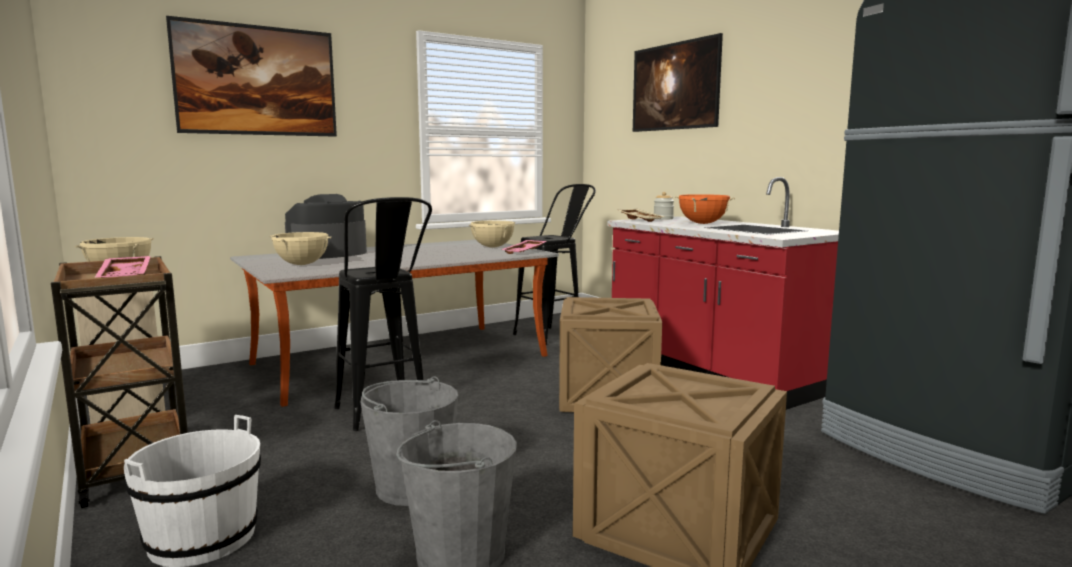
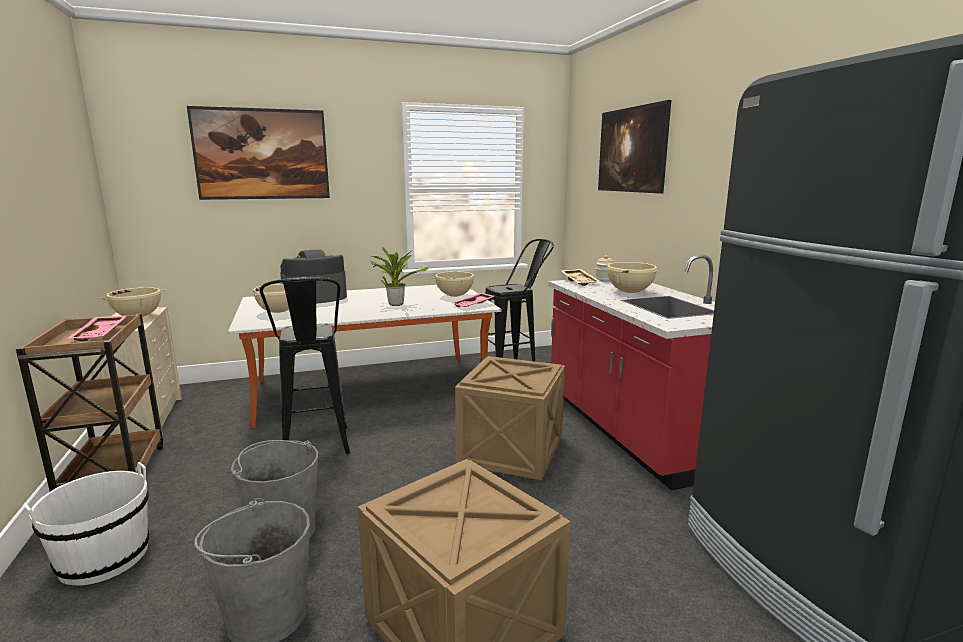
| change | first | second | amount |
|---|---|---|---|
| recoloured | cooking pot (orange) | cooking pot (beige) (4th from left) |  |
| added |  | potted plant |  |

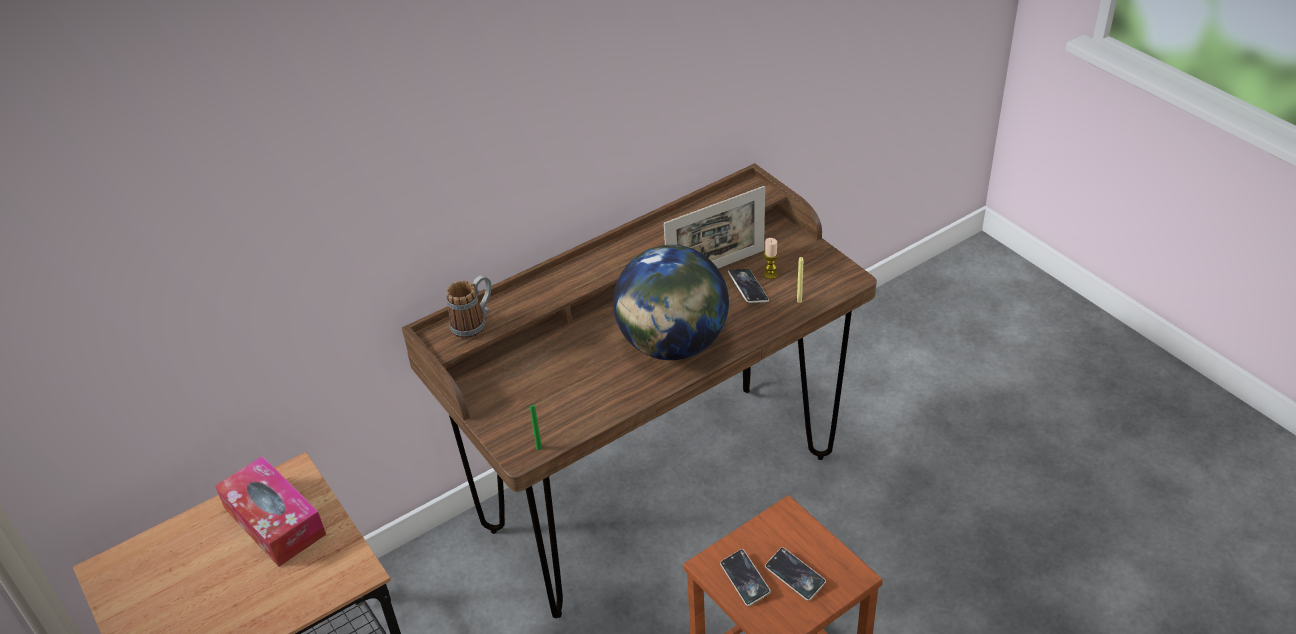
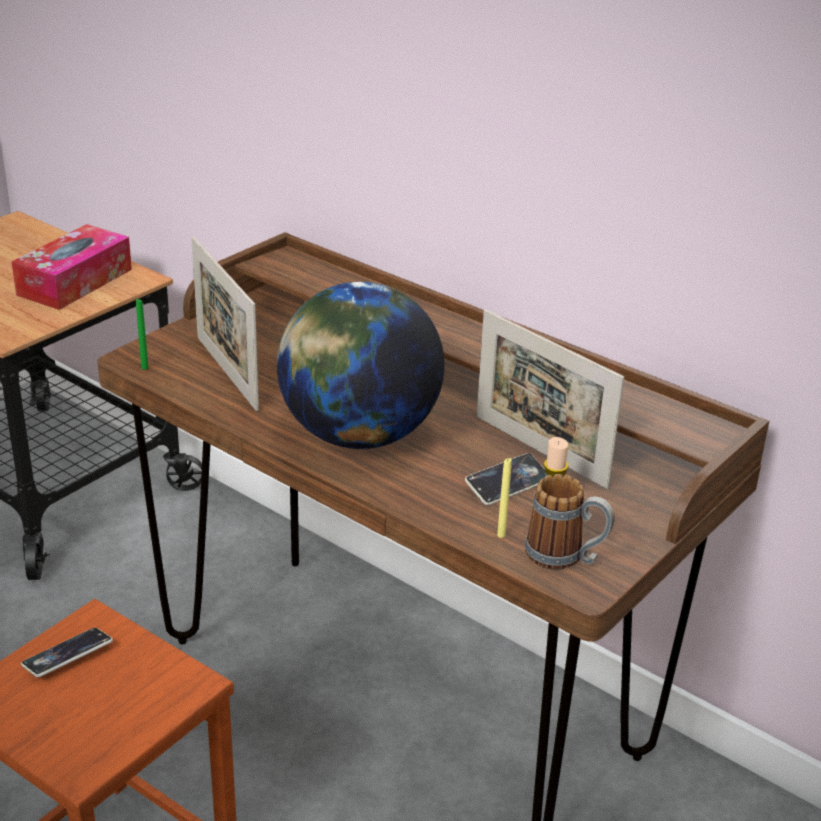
| change | first | second | amount |
|---|---|---|---|
| moved | mug |  |  |
| removed | phone (3rd from left) |  |  |
| added |  | picture frame (1st from left) |  |

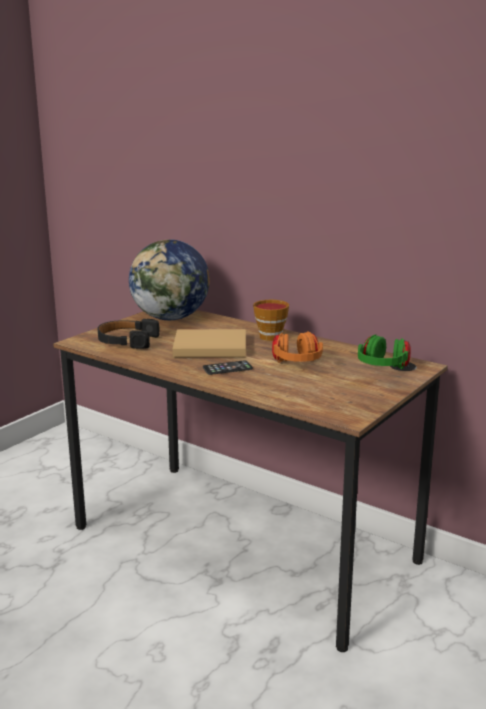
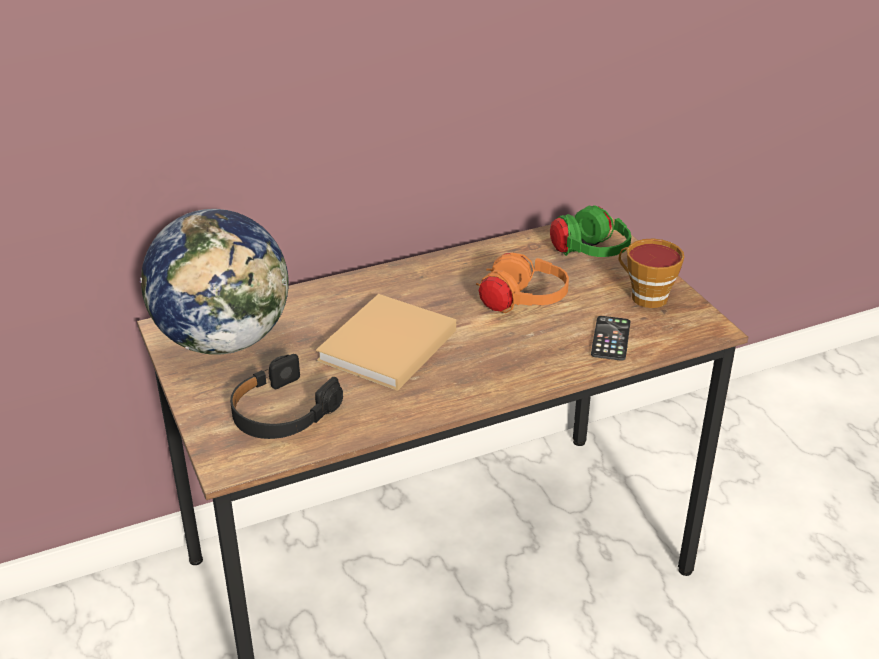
| change | first | second | amount |
|---|---|---|---|
| moved | cup |  |  |
| moved | phone |  |  |

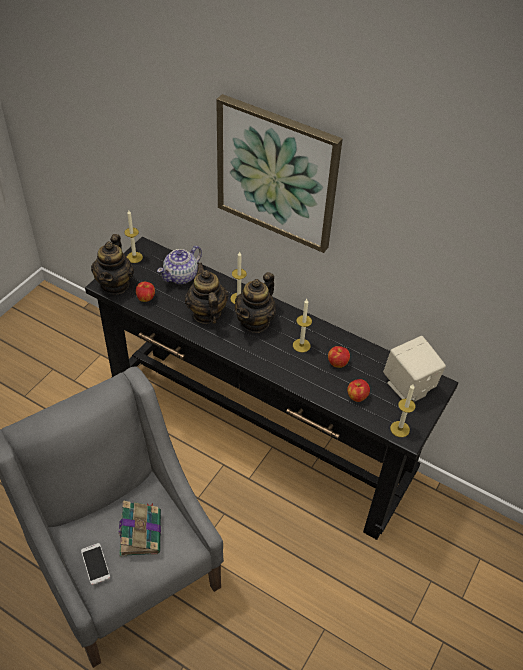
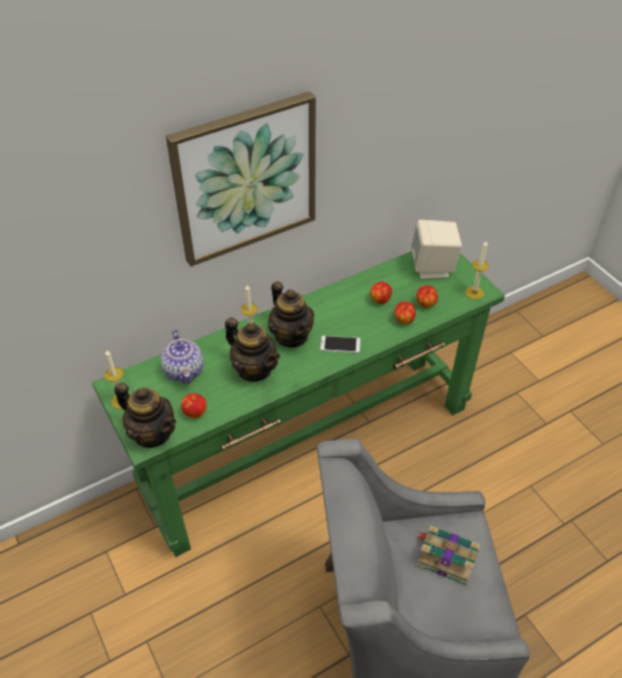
| change | first | second | amount |
|---|---|---|---|
| recoloured | console table (black) | console table (green) |  |
| turned | teapot (3rd from left) |  | 150 degrees counterclockwise |
| removed | candle (3rd from left) |  |  |
| moved | phone |  |  |
| added |  | apple (3rd from left) |  |

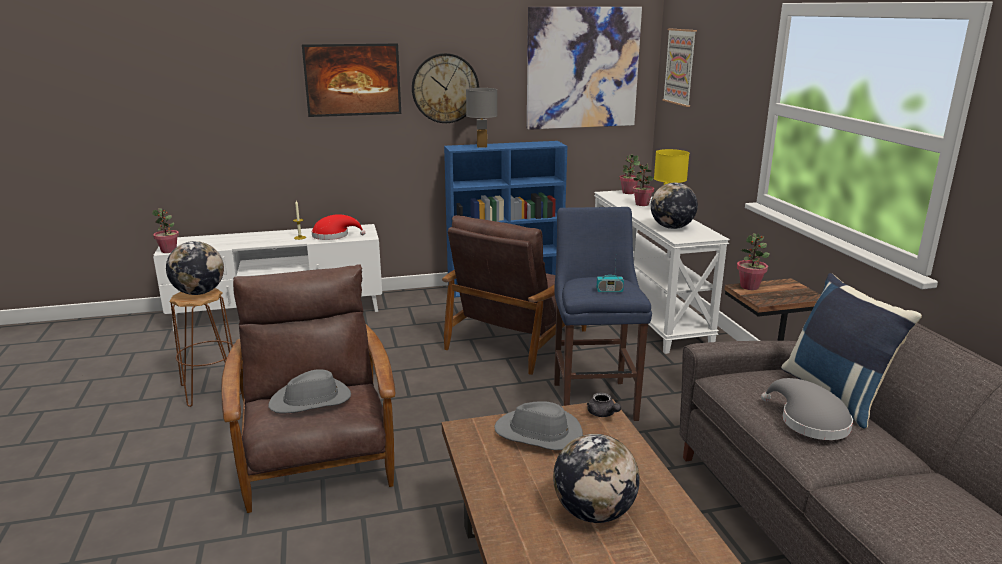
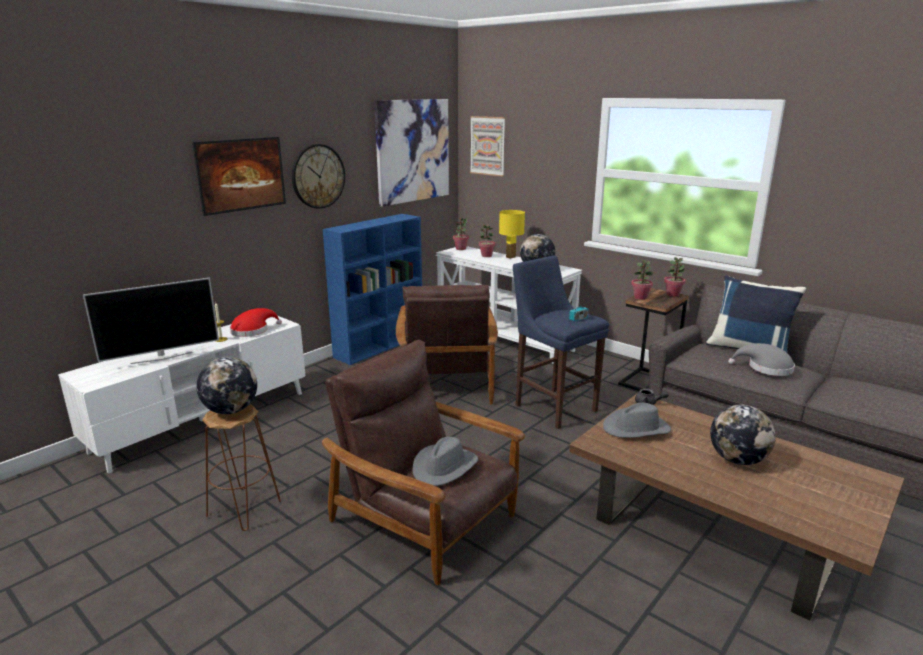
| change | first | second | amount |
|---|---|---|---|
| removed | table lamp (grey) |  |  |
| moved | potted plant (1st from left in the first image) | potted plant (4th from left) |  |
| added |  | television |  |

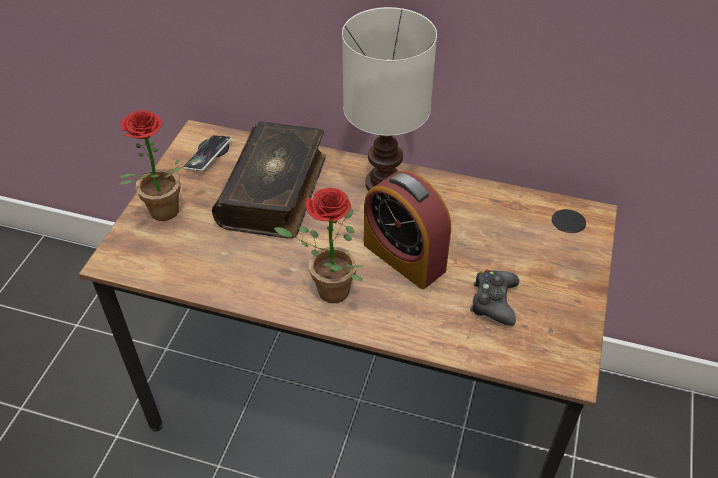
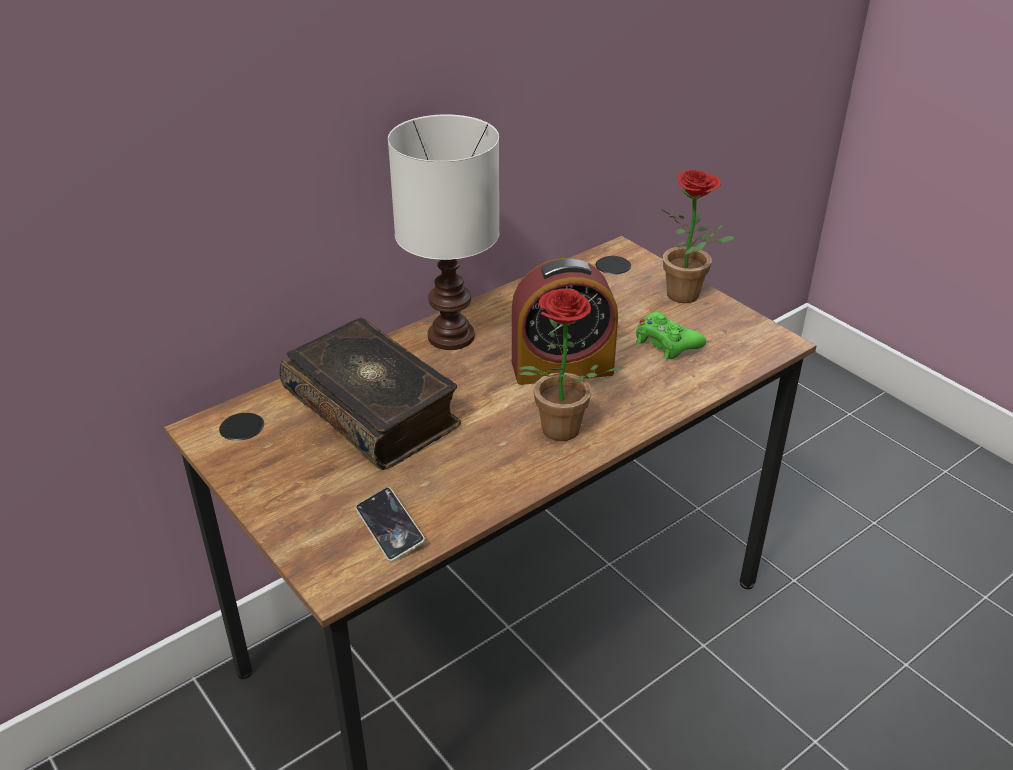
| change | first | second | amount |
|---|---|---|---|
| moved | potted plant (1st from left in the first image) | potted plant (2nd from left) |  |
| moved | phone |  |  |
| recoloured | game controller (black) | game controller (green) |  |

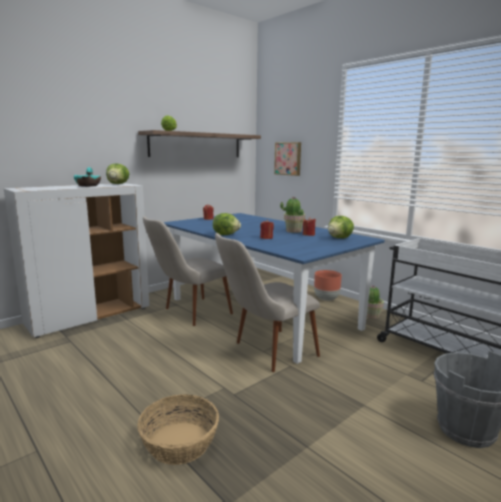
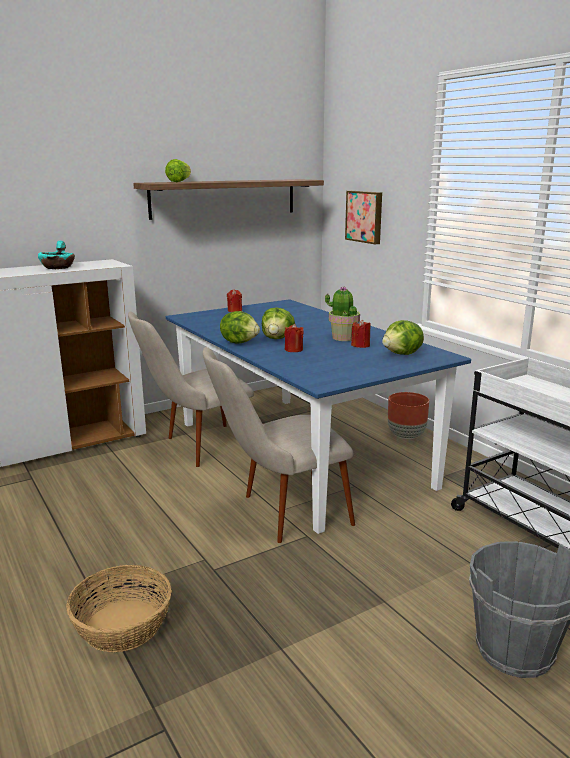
| change | first | second | amount |
|---|---|---|---|
| moved | lettuce (1st from left in the first image) | lettuce (3rd from left) |  |
| removed | potted plant (2nd from left) |  |  |

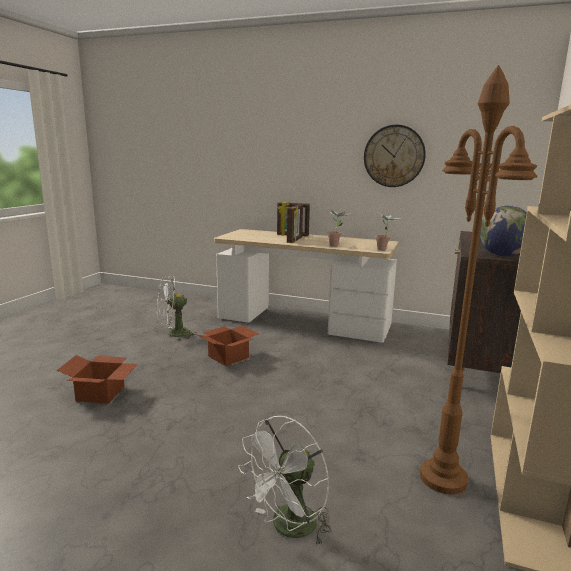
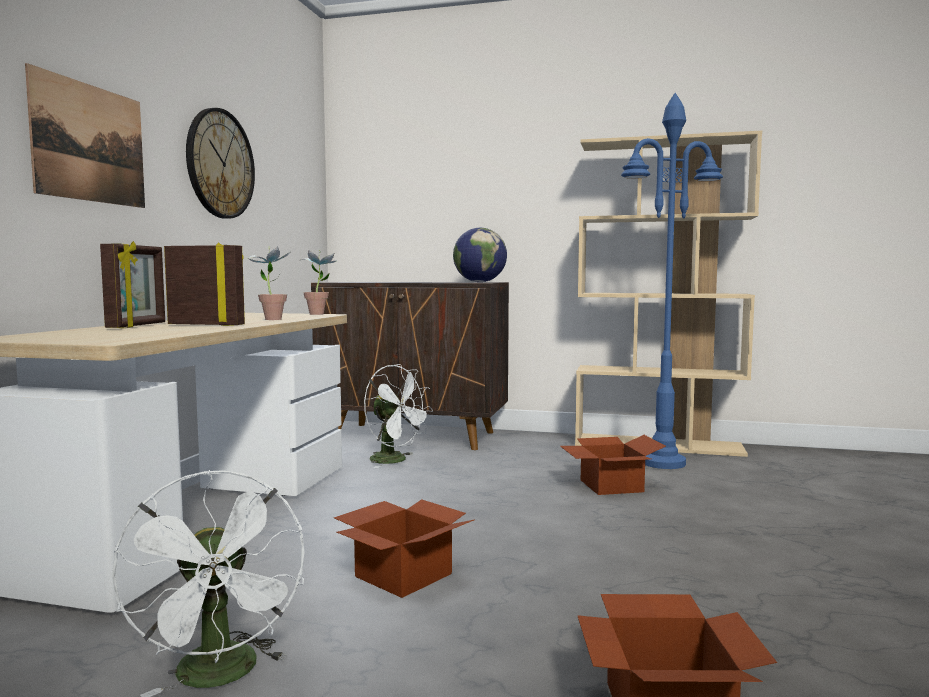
| change | first | second | amount |
|---|---|---|---|
| recoloured | floor lamp (brown) | floor lamp (blue) |  |
| moved | fan (white) (2nd from left) |  |  |
| added |  | picture |  |
| added |  | cardboard box (2nd from left) |  |

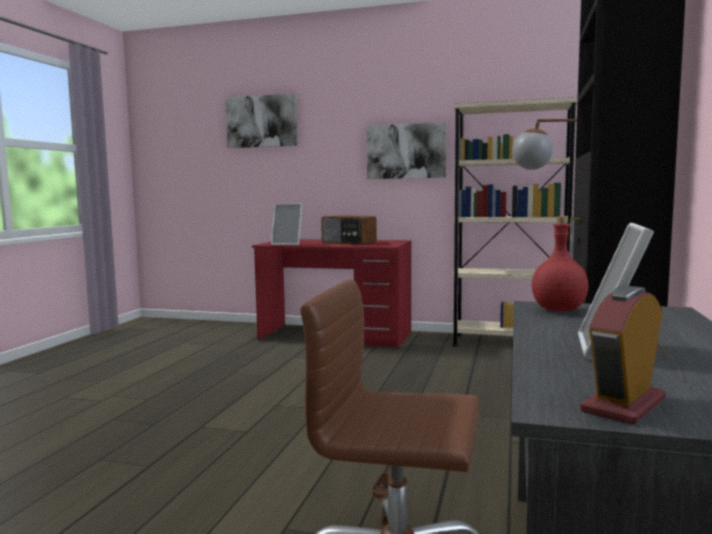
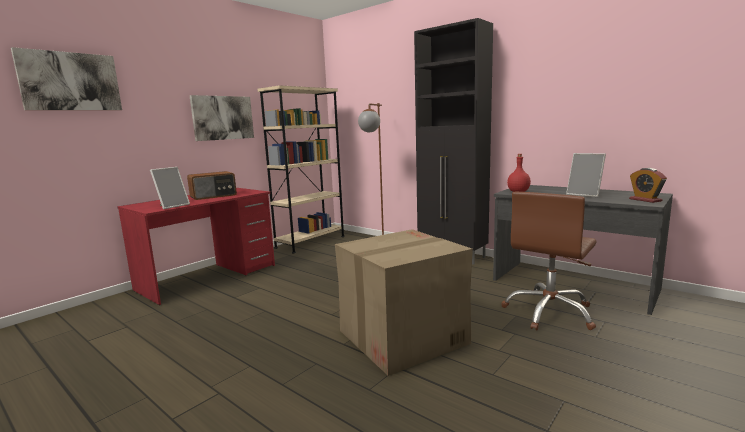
| change | first | second | amount |
|---|---|---|---|
| added |  | cardboard box |  |

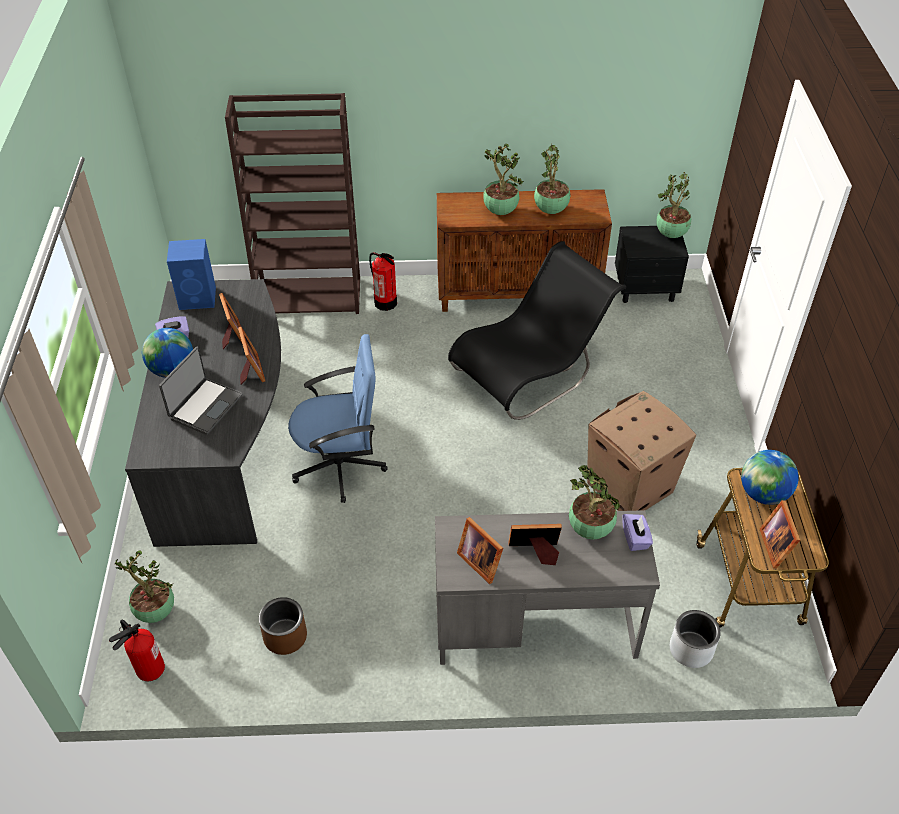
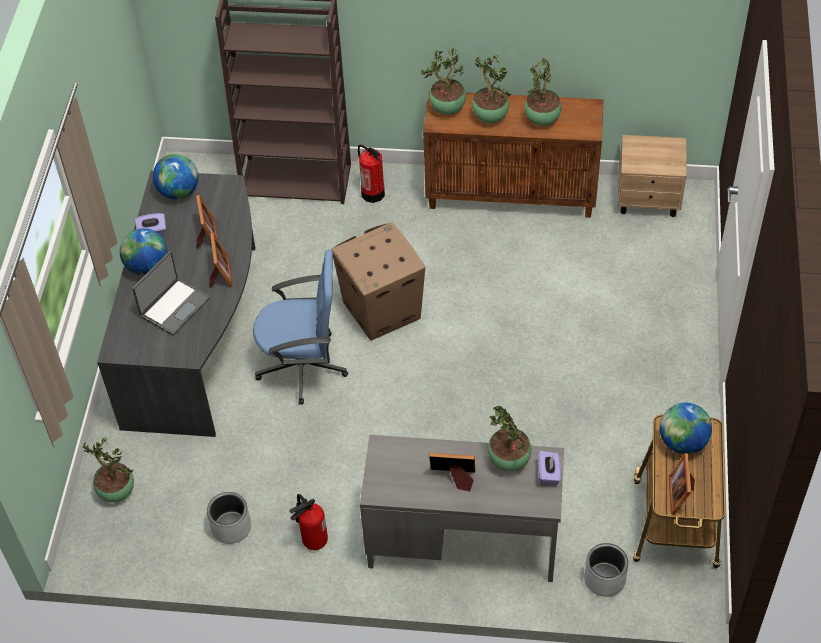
| change | first | second | amount |
|---|---|---|---|
| moved | potted plant (5th from left in the first image) | potted plant (2nd from left) |  |
| recoloured | nightstand (black) | nightstand (beige) |  |
| replaced | speaker (blue) | globe (2nd from left) |  |
| removed | chair (black) |  |  |
| moved | cardboard box |  |  |
| removed | picture frame (3rd from left) |  |  |
| recoloured | planter (brown) | planter (grey) (1st from left) |  |
| moved | fire extinguisher (1st from left) |  |  |

